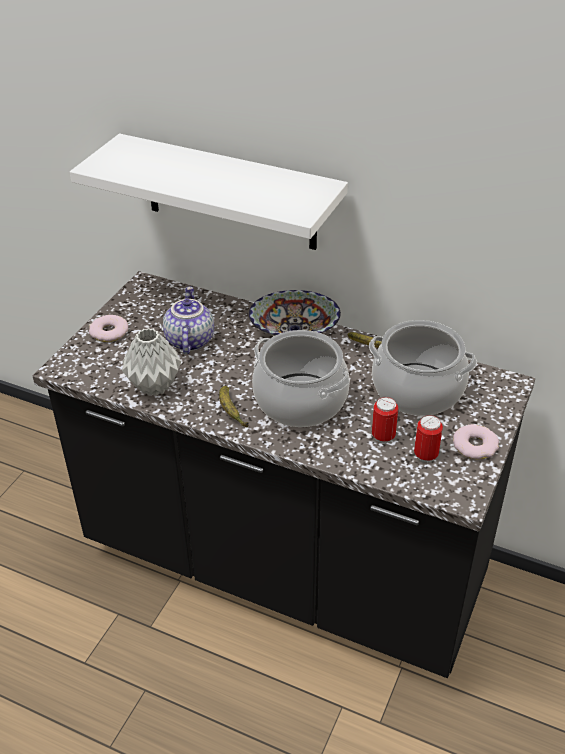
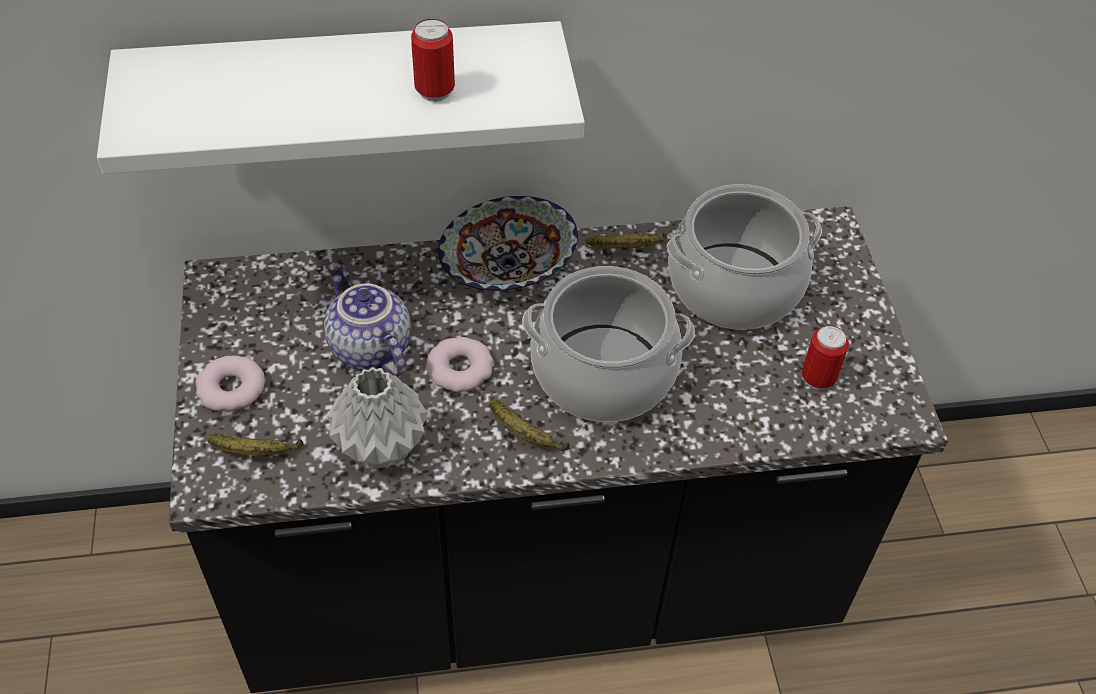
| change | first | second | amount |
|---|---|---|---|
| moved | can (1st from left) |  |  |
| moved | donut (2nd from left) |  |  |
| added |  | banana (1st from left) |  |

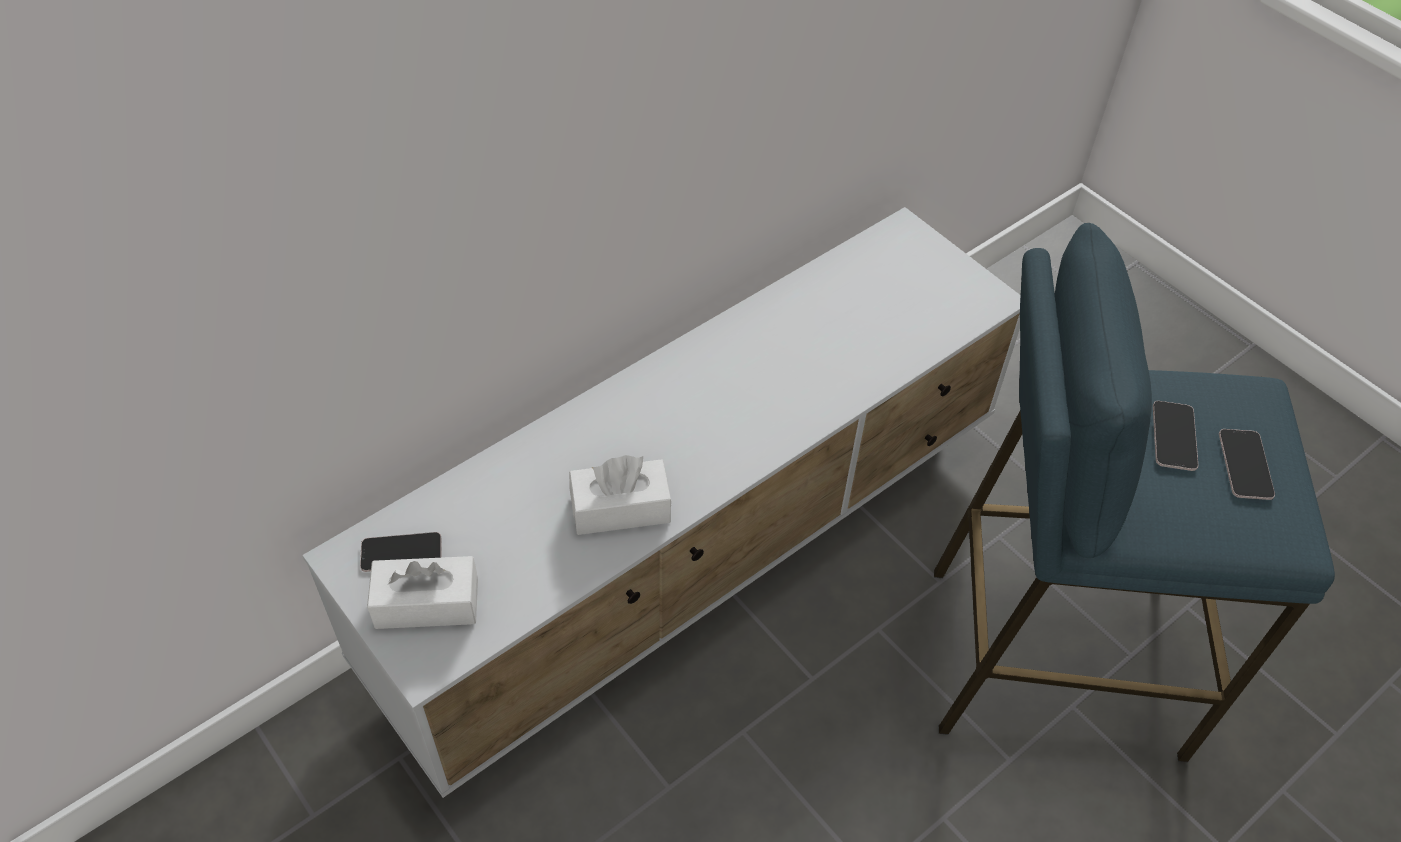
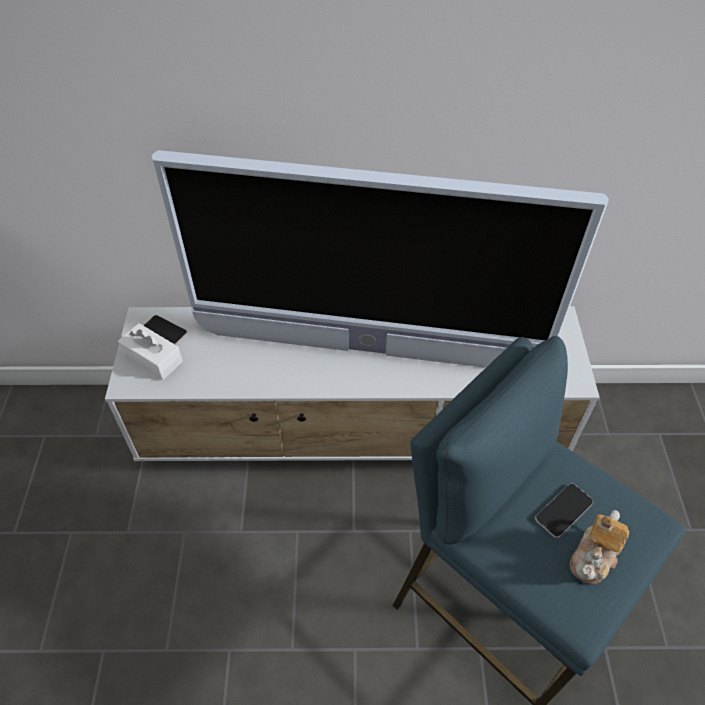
| change | first | second | amount |
|---|---|---|---|
| replaced | phone (3rd from left) | teapot |  |
| removed | tissue box (white) (2nd from left) |  |  |
| added |  | television |  |

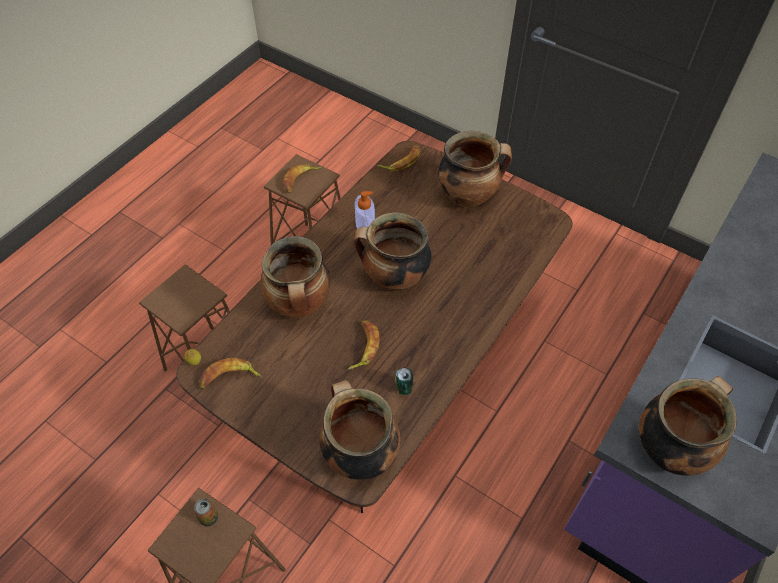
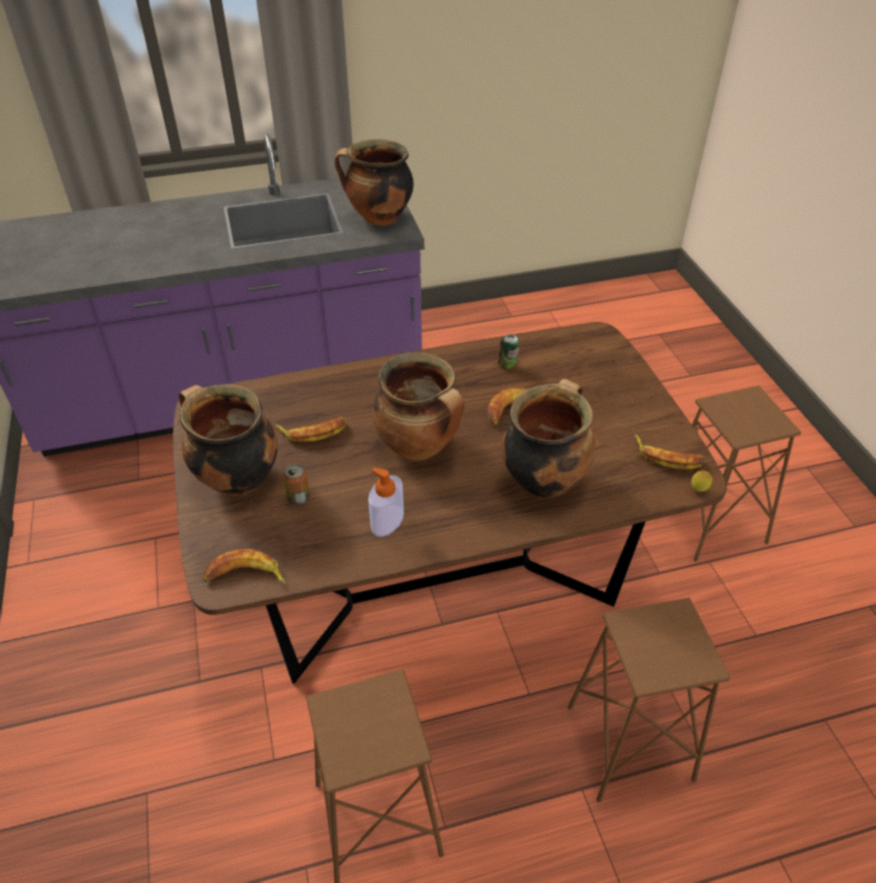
| change | first | second | amount |
|---|---|---|---|
| moved | banana (2nd from left) |  |  |
| removed | cooking pot (2nd from left) |  |  |
| moved | can (1st from left) |  |  |

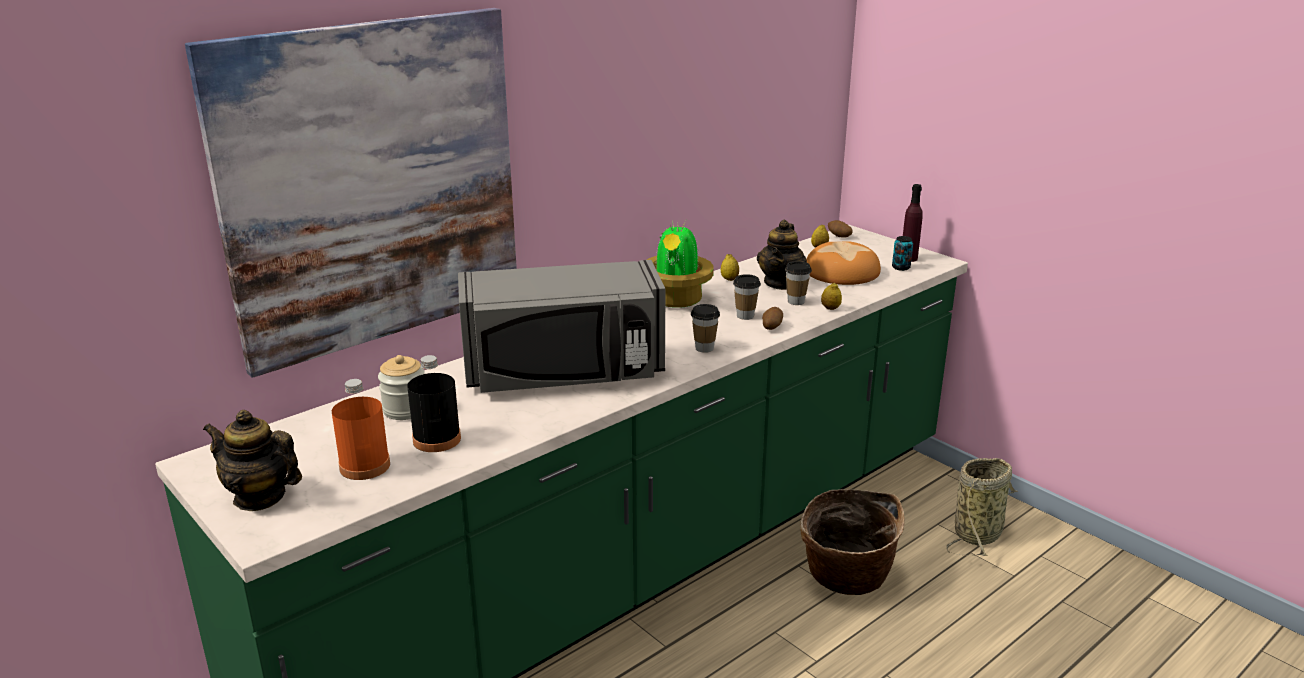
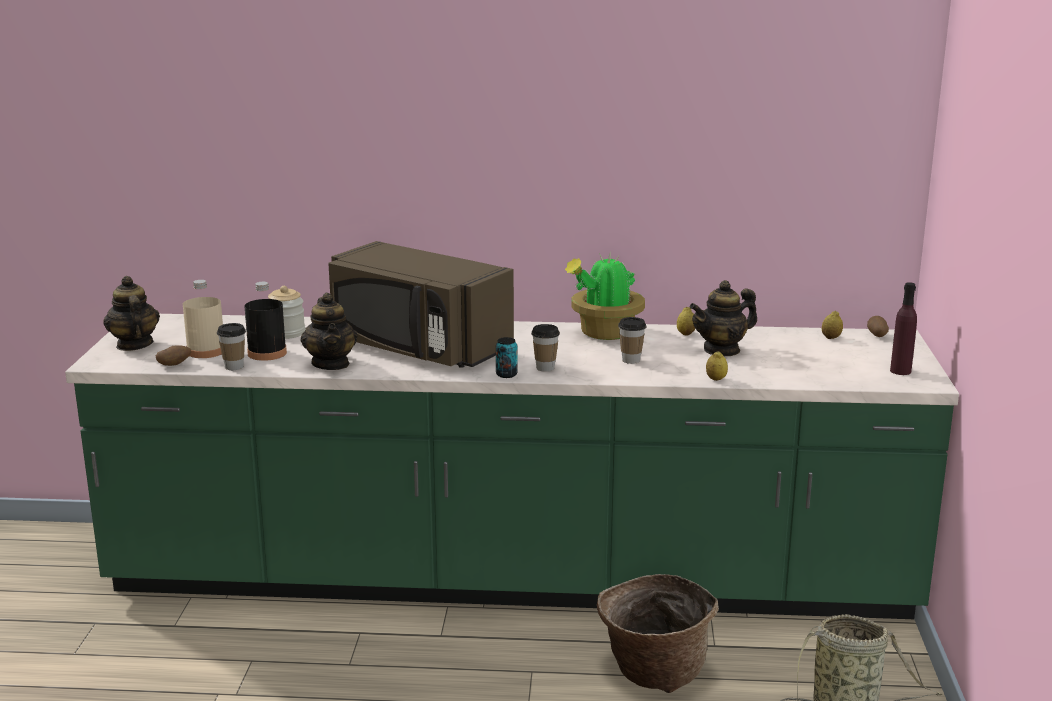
| change | first | second | amount |
|---|---|---|---|
| removed | picture |  |  |
| moved | can |  |  |
| removed | bread |  |  |
| recoloured | microwave (grey) | microwave (brown) |  |
| moved | cup (3rd from left in the first image) | cup (1st from left) |  |
| moved | potato (1st from left) |  |  |
| recoloured | bottle (orange) | bottle (beige) |  |
| added |  | teapot (2nd from left) |  |

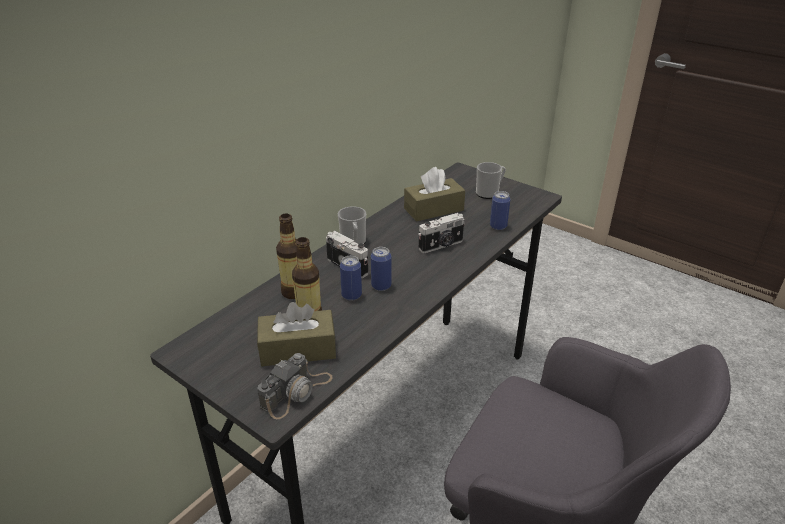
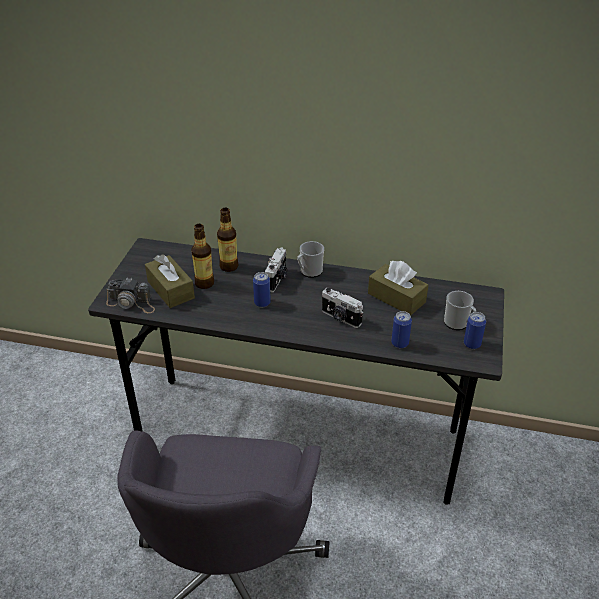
| change | first | second | amount |
|---|---|---|---|
| moved | can (1st from left in the first image) | can (3rd from left) |  |

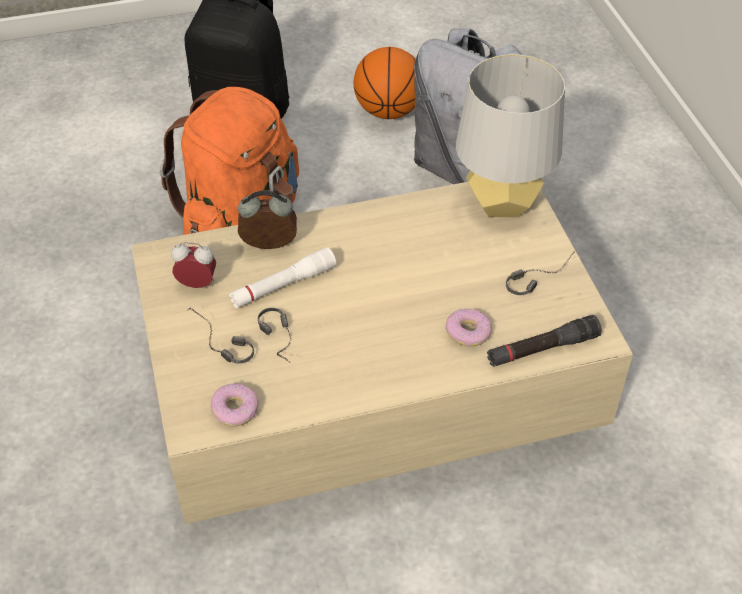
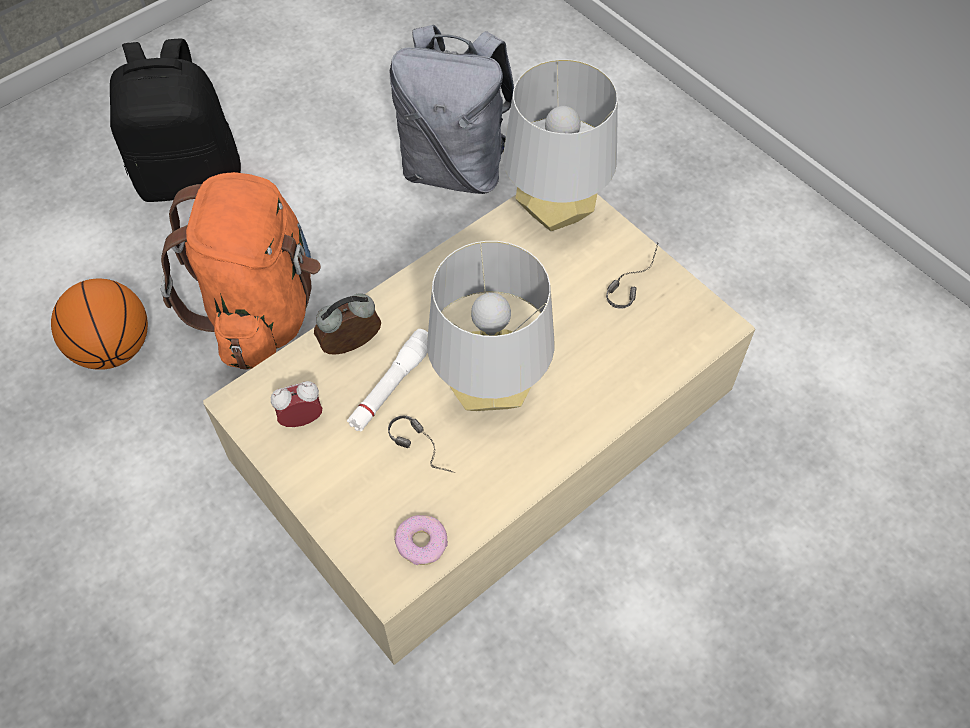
| change | first | second | amount |
|---|---|---|---|
| moved | basketball |  |  |
| removed | headphones (1st from left) |  |  |
| removed | donut (2nd from left) |  |  |
| removed | flashlight (black) |  |  |
| added |  | table lamp (grey) (1st from left) |  |

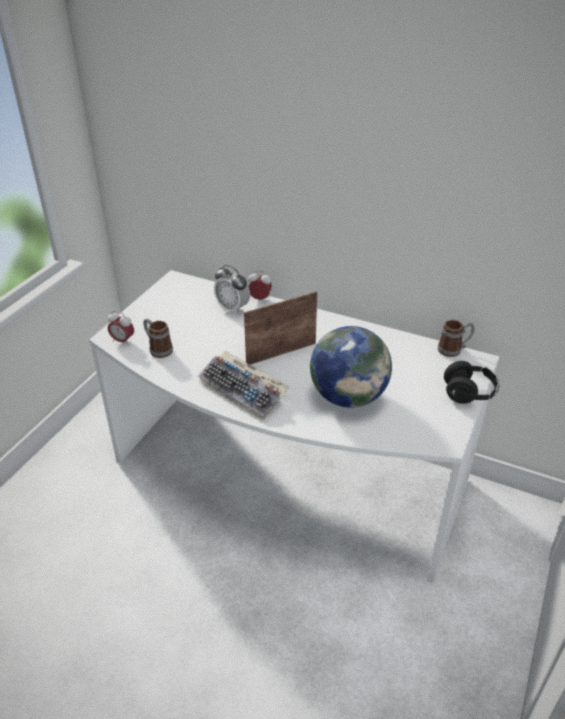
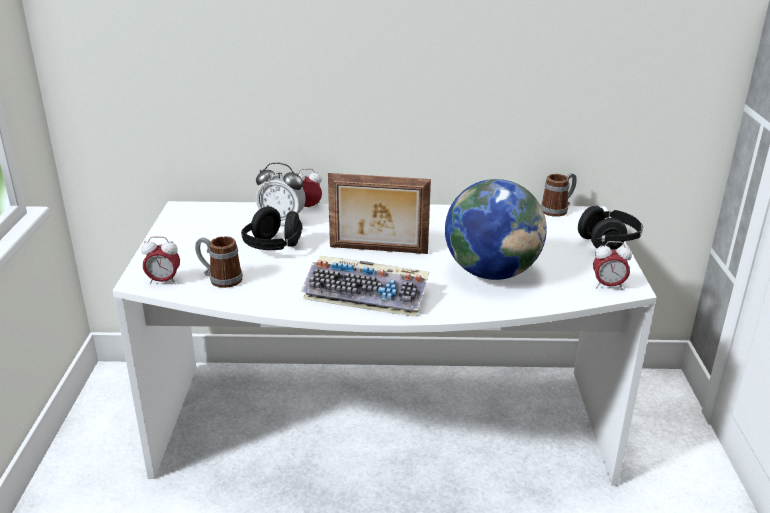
| change | first | second | amount |
|---|---|---|---|
| turned | picture frame |  | 120 degrees counterclockwise |
| added |  | headphones (black) (1st from left) |  |
| added |  | alarm clock (4th from left) |  |

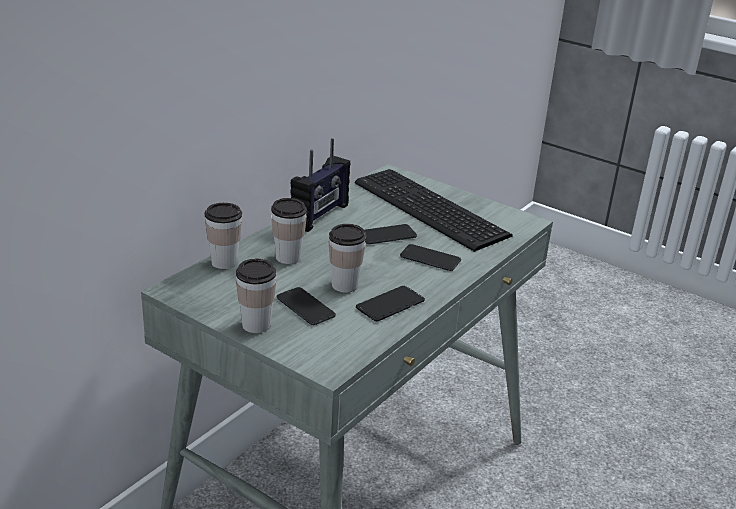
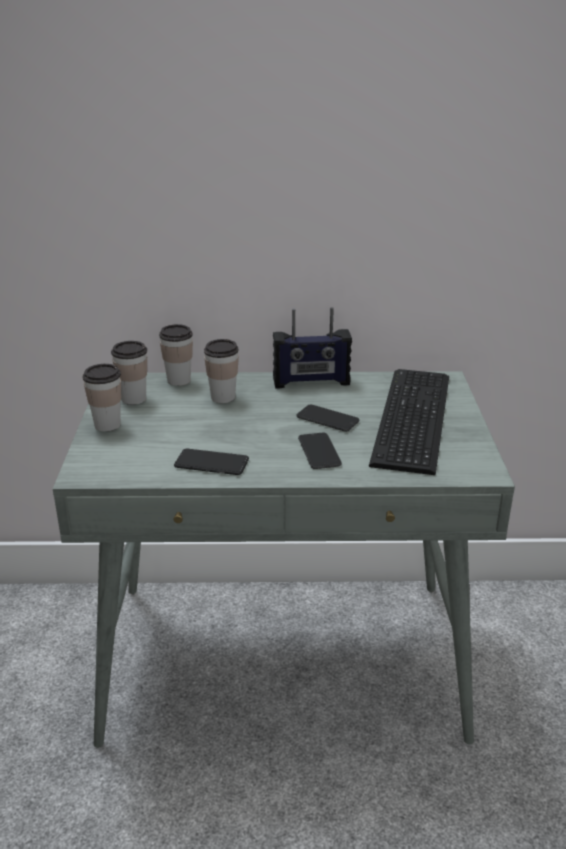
| change | first | second | amount |
|---|---|---|---|
| moved | cup (4th from left in the first image) | cup (2nd from left) |  |
| removed | phone (1st from left) |  |  |

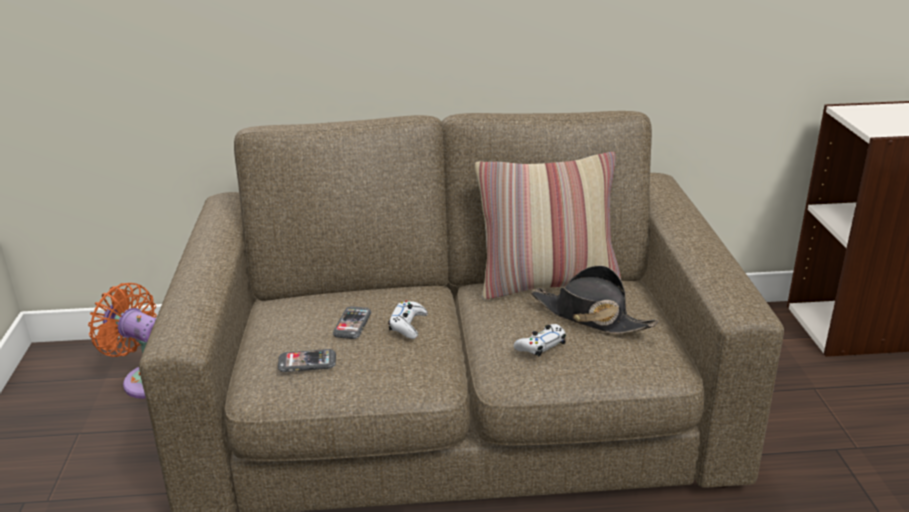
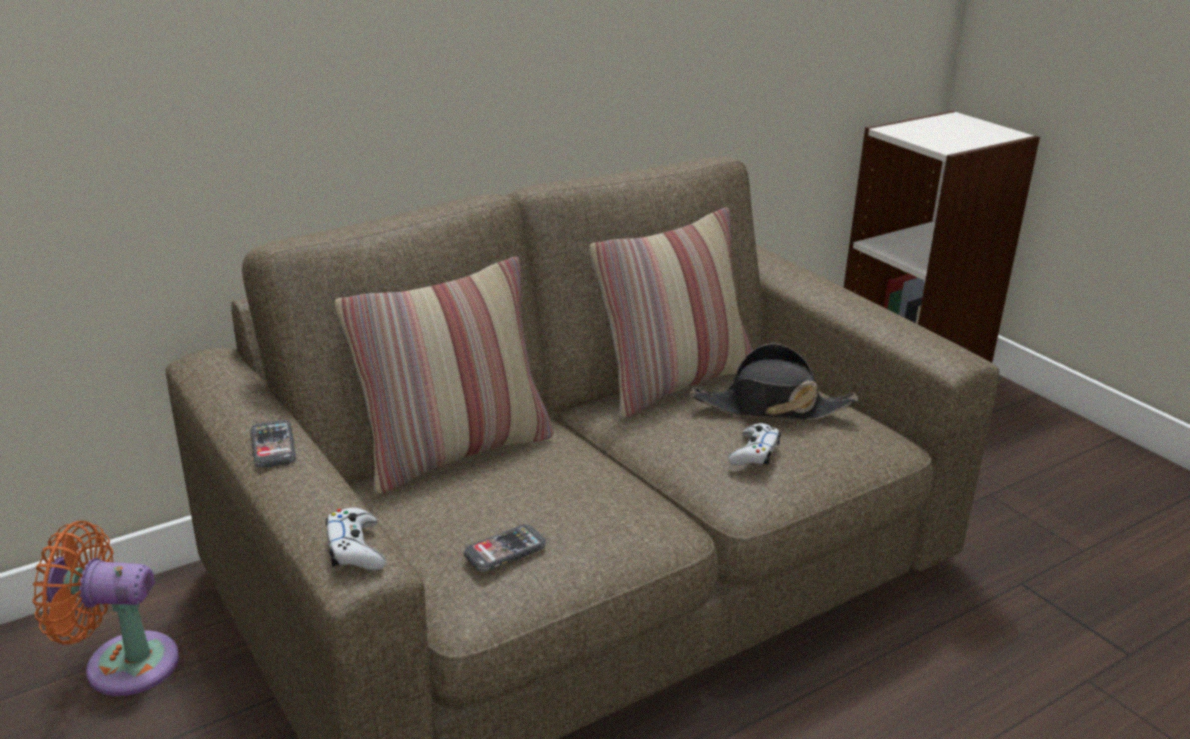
| change | first | second | amount |
|---|---|---|---|
| moved | game controller (white) (1st from left) |  |  |
| moved | phone (2nd from left in the first image) | phone (1st from left) |  |
| added |  | pillow (1st from left) |  |

